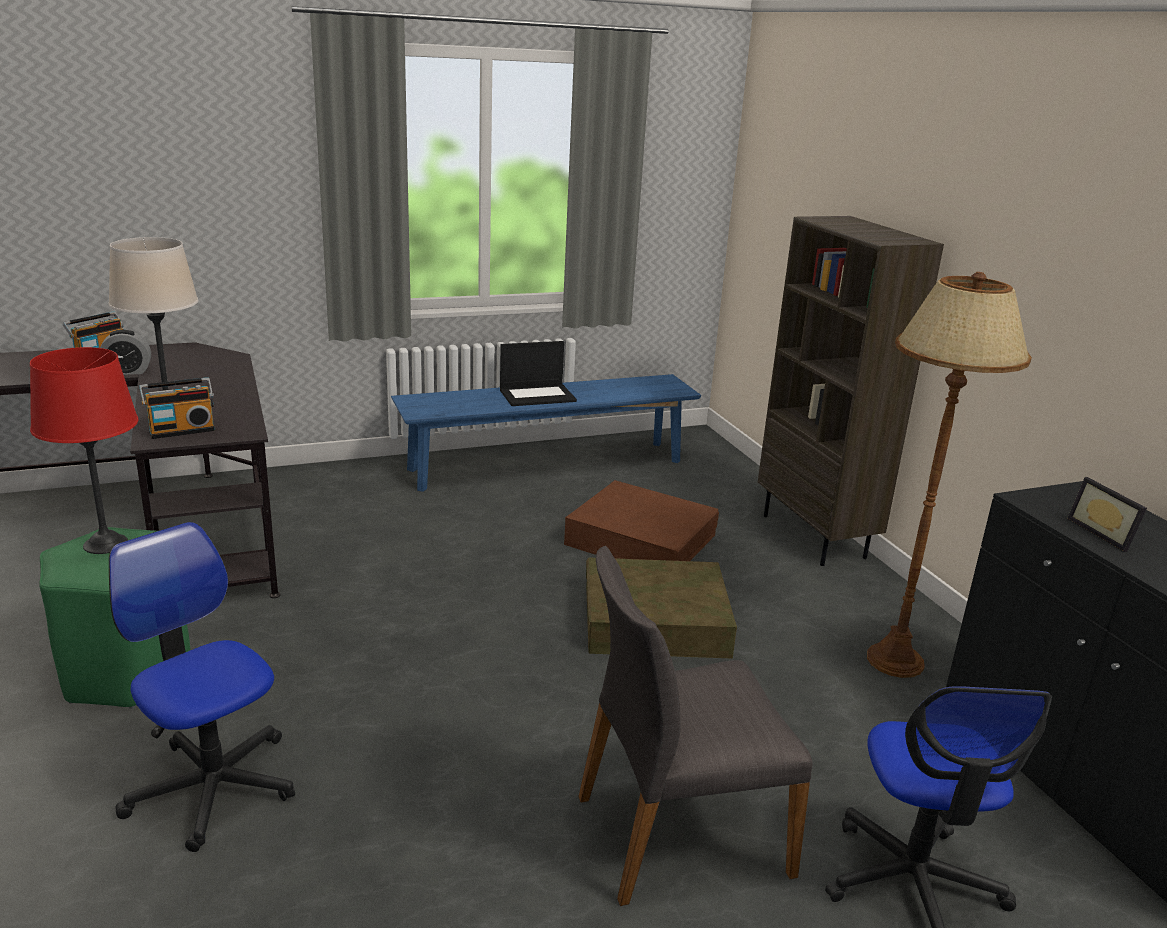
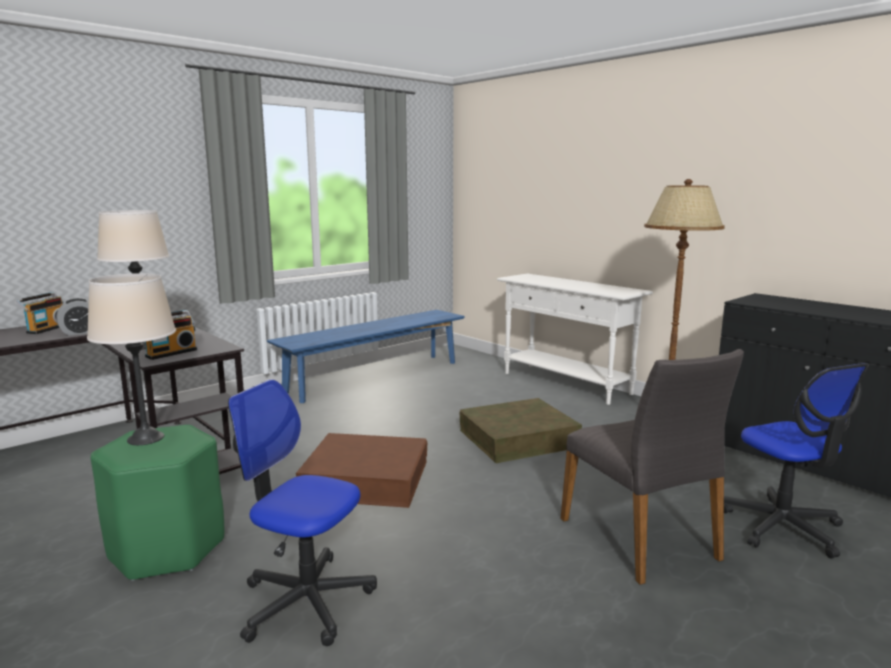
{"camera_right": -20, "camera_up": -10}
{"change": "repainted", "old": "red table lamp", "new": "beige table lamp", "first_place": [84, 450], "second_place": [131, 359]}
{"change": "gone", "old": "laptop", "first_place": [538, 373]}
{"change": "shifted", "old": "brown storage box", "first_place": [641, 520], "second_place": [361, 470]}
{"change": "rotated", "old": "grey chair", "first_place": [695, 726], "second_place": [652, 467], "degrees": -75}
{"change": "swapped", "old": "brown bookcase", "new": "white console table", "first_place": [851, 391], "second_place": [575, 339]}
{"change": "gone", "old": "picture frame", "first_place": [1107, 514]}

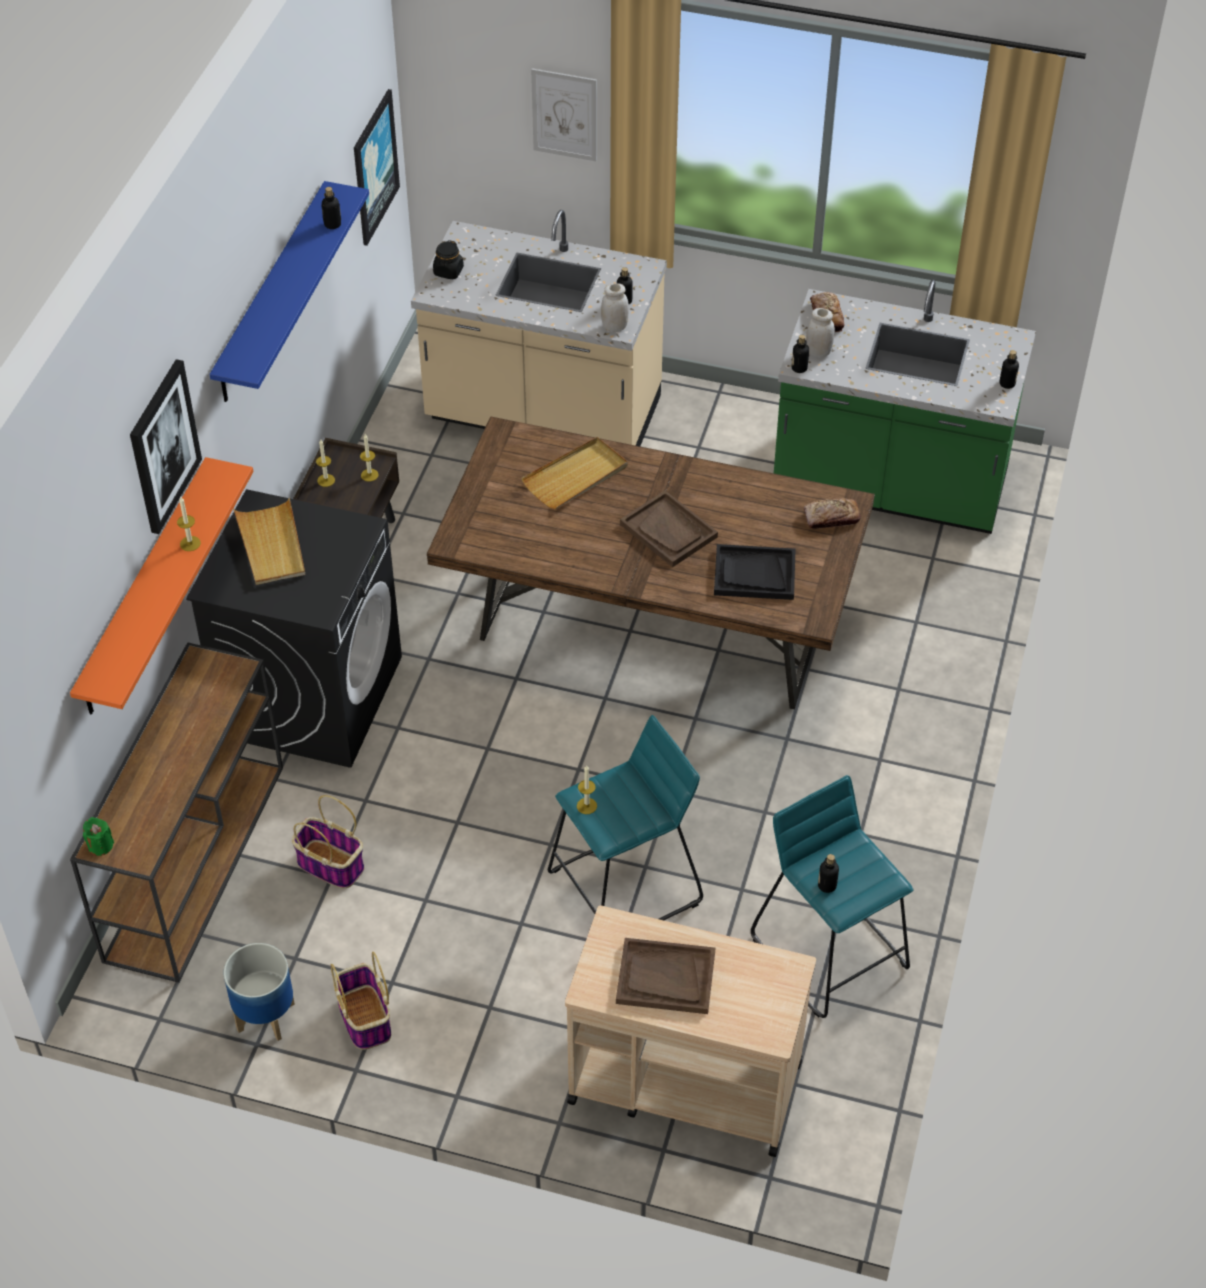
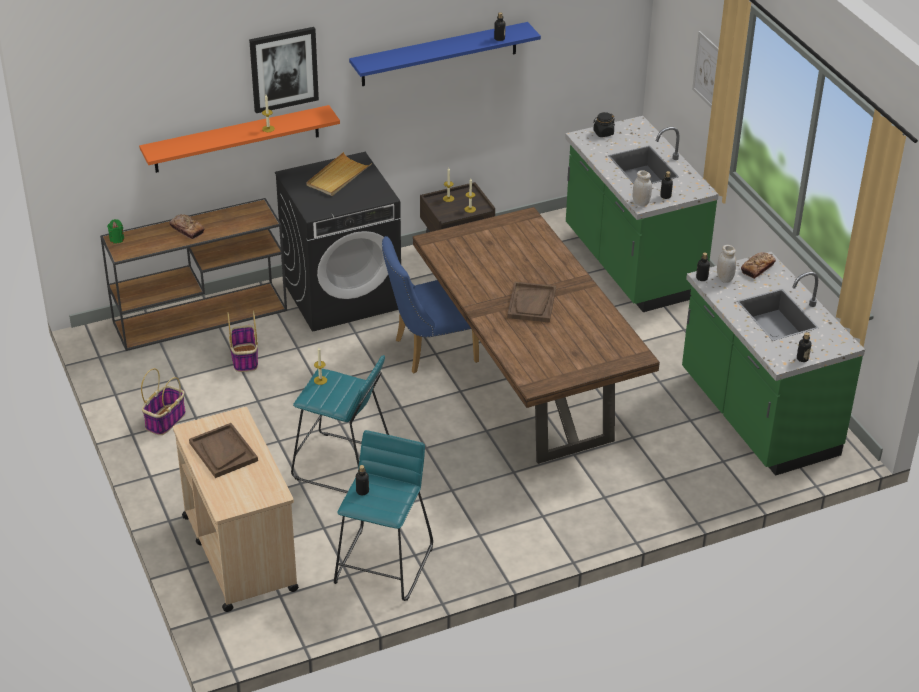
{"camera_right": 50, "camera_up": -10}
{"change": "gone", "old": "planter", "first_place": [259, 992]}
{"change": "gone", "old": "picture", "first_place": [377, 167]}
{"change": "repainted", "old": "beige counter", "new": "green counter", "first_place": [539, 328], "second_place": [642, 214]}
{"change": "gone", "old": "beige tray", "first_place": [574, 473]}
{"change": "gone", "old": "black tray", "first_place": [755, 572]}
{"change": "shifted", "old": "bread", "first_place": [832, 513], "second_place": [187, 226]}
{"change": "new", "new": "blue chair", "second_place": [430, 304]}

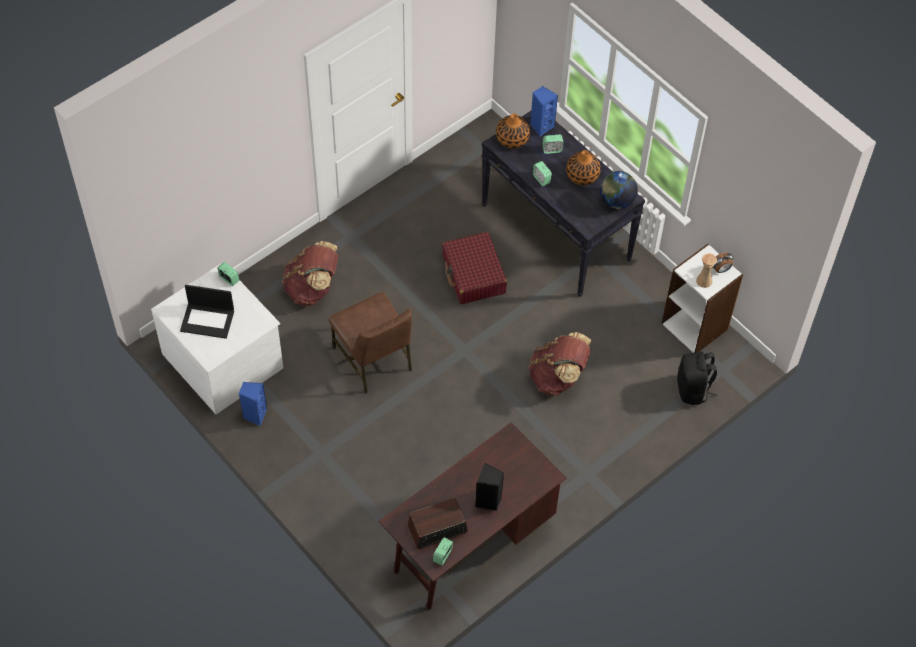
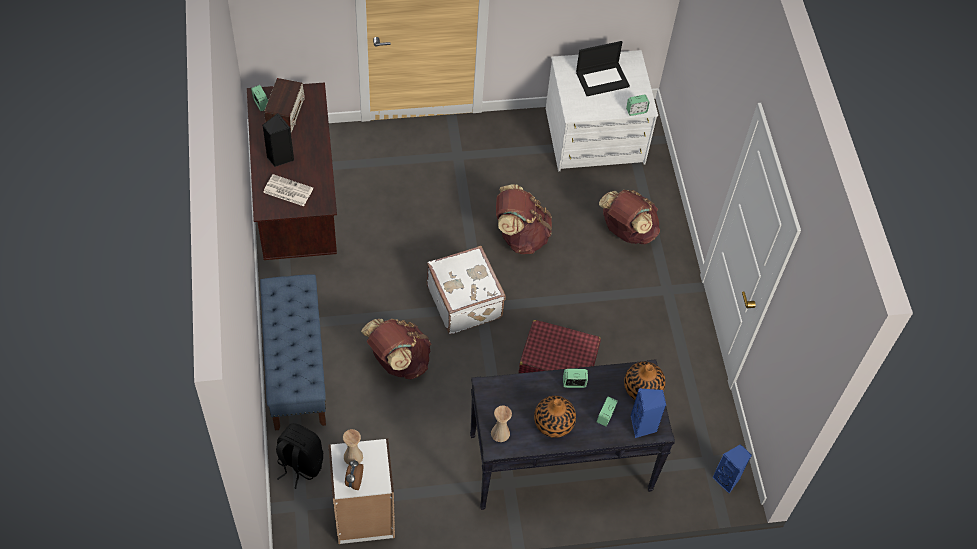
{"camera_right": 120, "camera_up": 0}
{"change": "rotated", "old": "laptop", "first_place": [207, 312], "second_place": [603, 68], "degrees": -150}
{"change": "shifted", "old": "blue speaker", "first_place": [253, 404], "second_place": [732, 468]}
{"change": "swapped", "old": "brown chair", "new": "brown backpack", "first_place": [370, 342], "second_place": [524, 219]}
{"change": "swapped", "old": "globe", "new": "beige vase", "first_place": [619, 190], "second_place": [501, 423]}
{"change": "new", "new": "blue bench", "second_place": [293, 352]}
{"change": "new", "new": "newspaper", "second_place": [288, 190]}
{"change": "new", "new": "white suitcase", "second_place": [466, 290]}

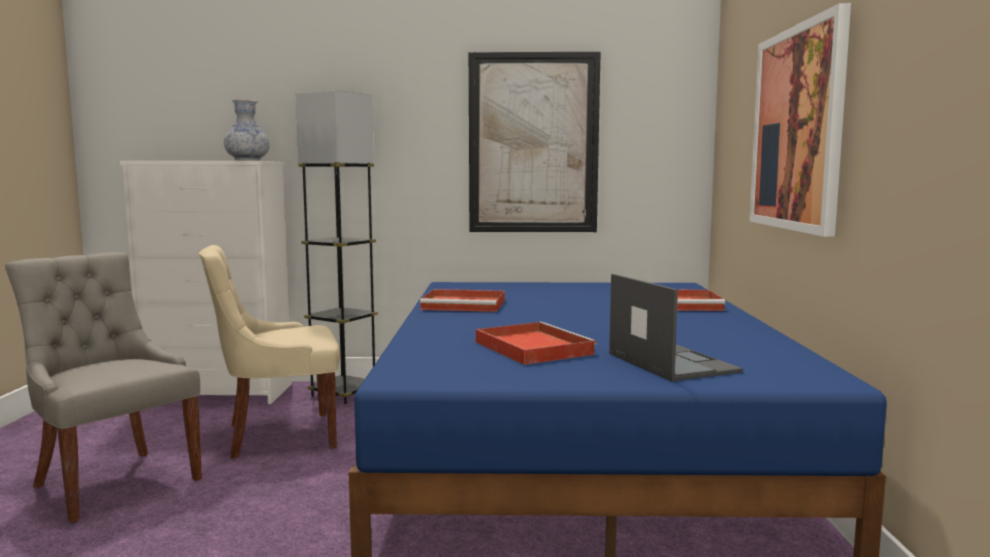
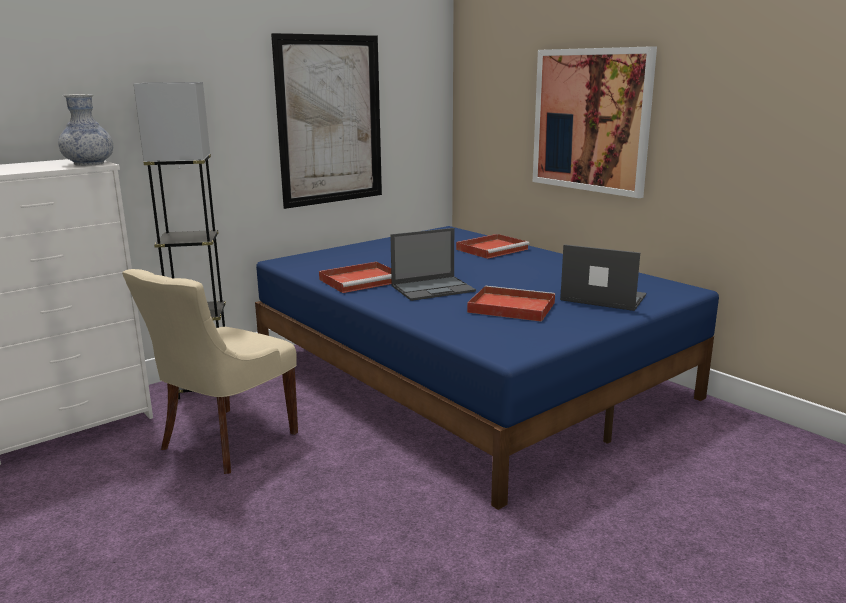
{"camera_right": -40, "camera_up": 10}
{"change": "gone", "old": "grey chair", "first_place": [103, 387]}
{"change": "new", "new": "laptop", "second_place": [433, 264]}

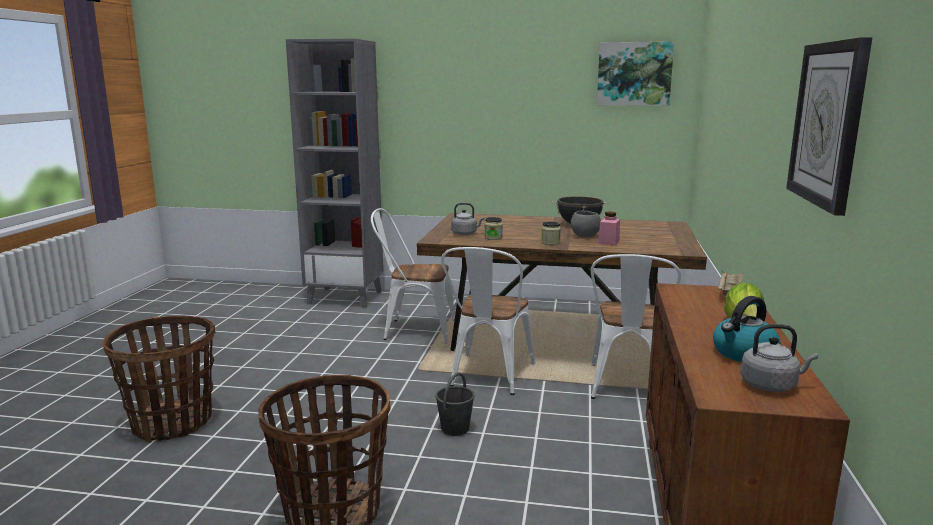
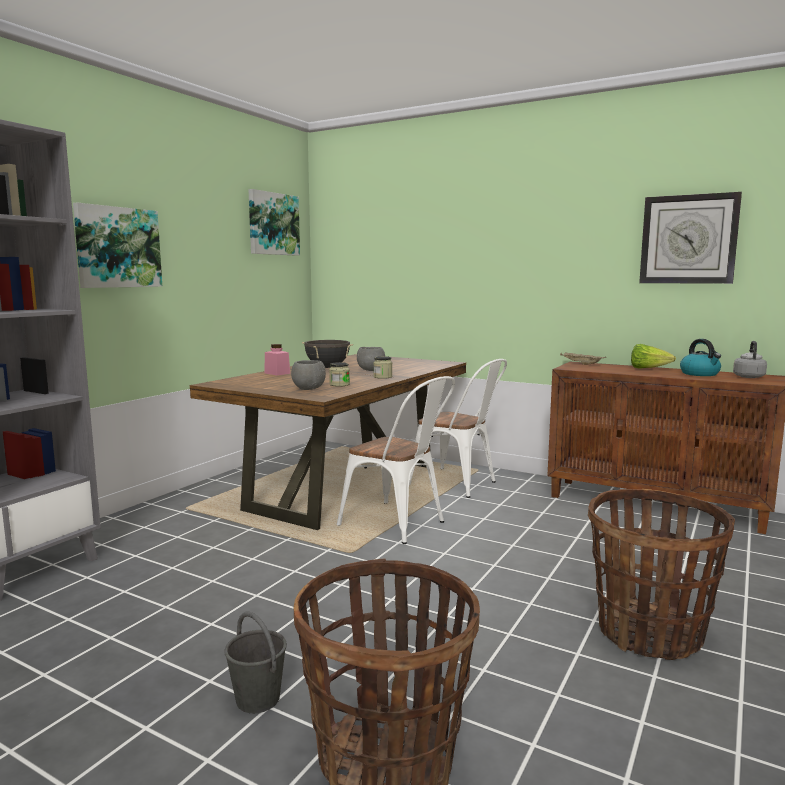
{"camera_right": -70, "camera_up": -5}
{"change": "gone", "old": "white chair", "first_place": [413, 275]}
{"change": "shifted", "old": "grey bucket", "first_place": [455, 404], "second_place": [256, 662]}
{"change": "swapped", "old": "grey kettle", "new": "grey bowl", "first_place": [468, 219], "second_place": [308, 375]}
{"change": "shifted", "old": "pink jar", "first_place": [609, 229], "second_place": [277, 360]}
{"change": "new", "new": "picture", "second_place": [117, 245]}

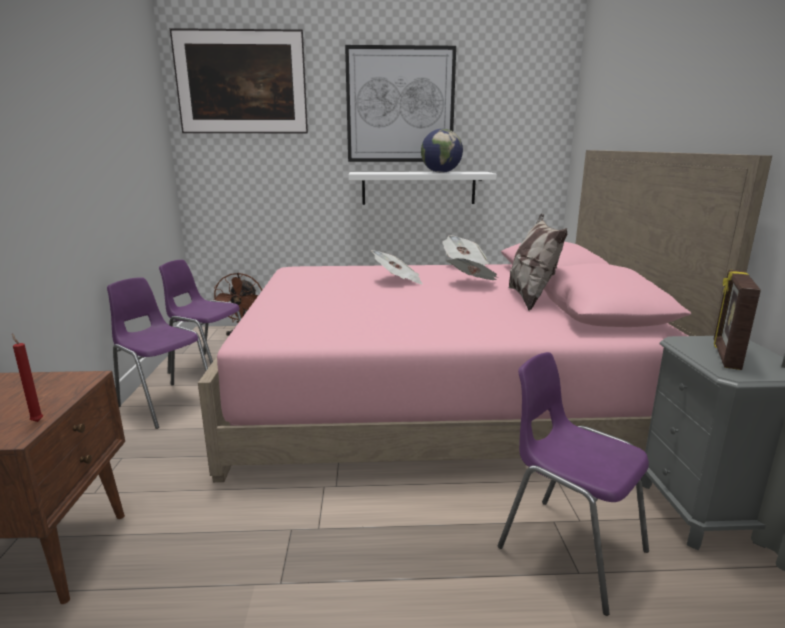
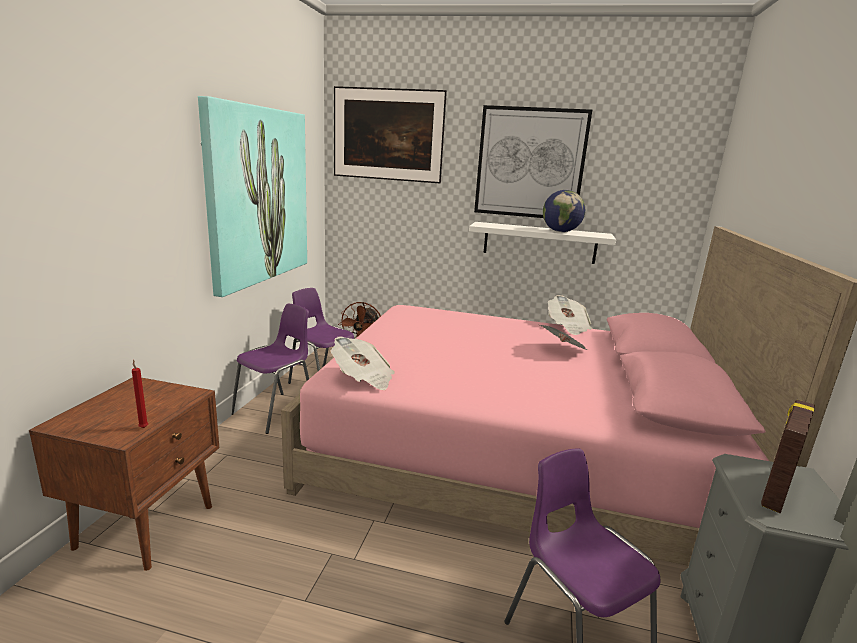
{"camera_right": 15, "camera_up": 0}
{"change": "rotated", "old": "purple chair", "first_place": [157, 353], "second_place": [270, 369], "degrees": 75}
{"change": "shifted", "old": "newspaper", "first_place": [396, 267], "second_place": [362, 363]}
{"change": "gone", "old": "pillow", "first_place": [537, 262]}
{"change": "new", "new": "picture", "second_place": [252, 196]}

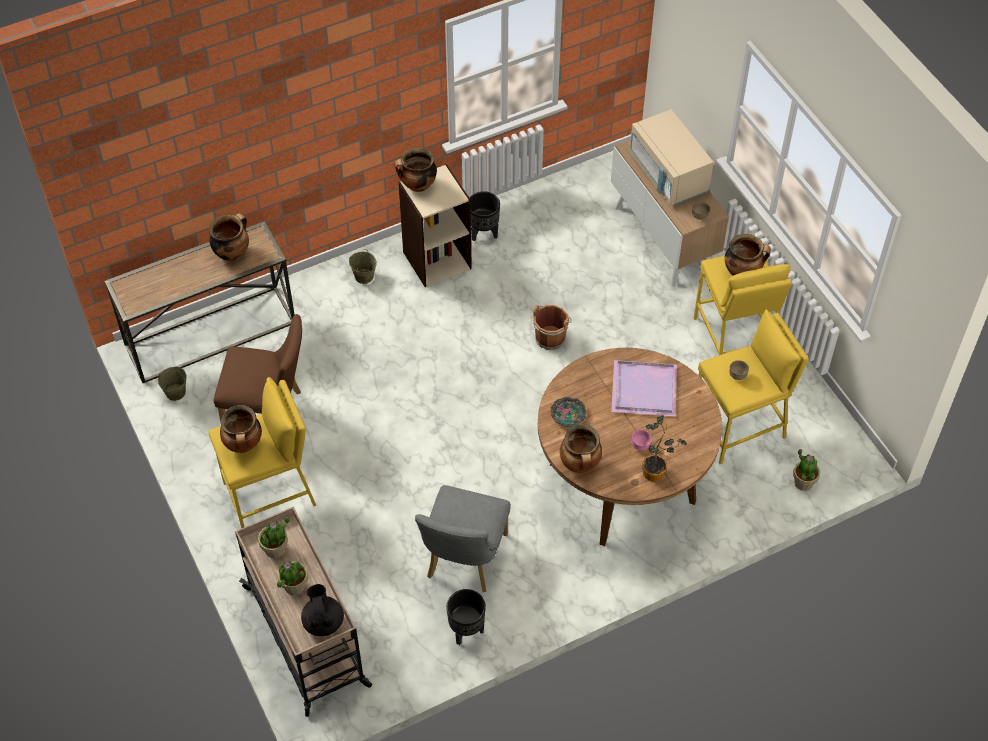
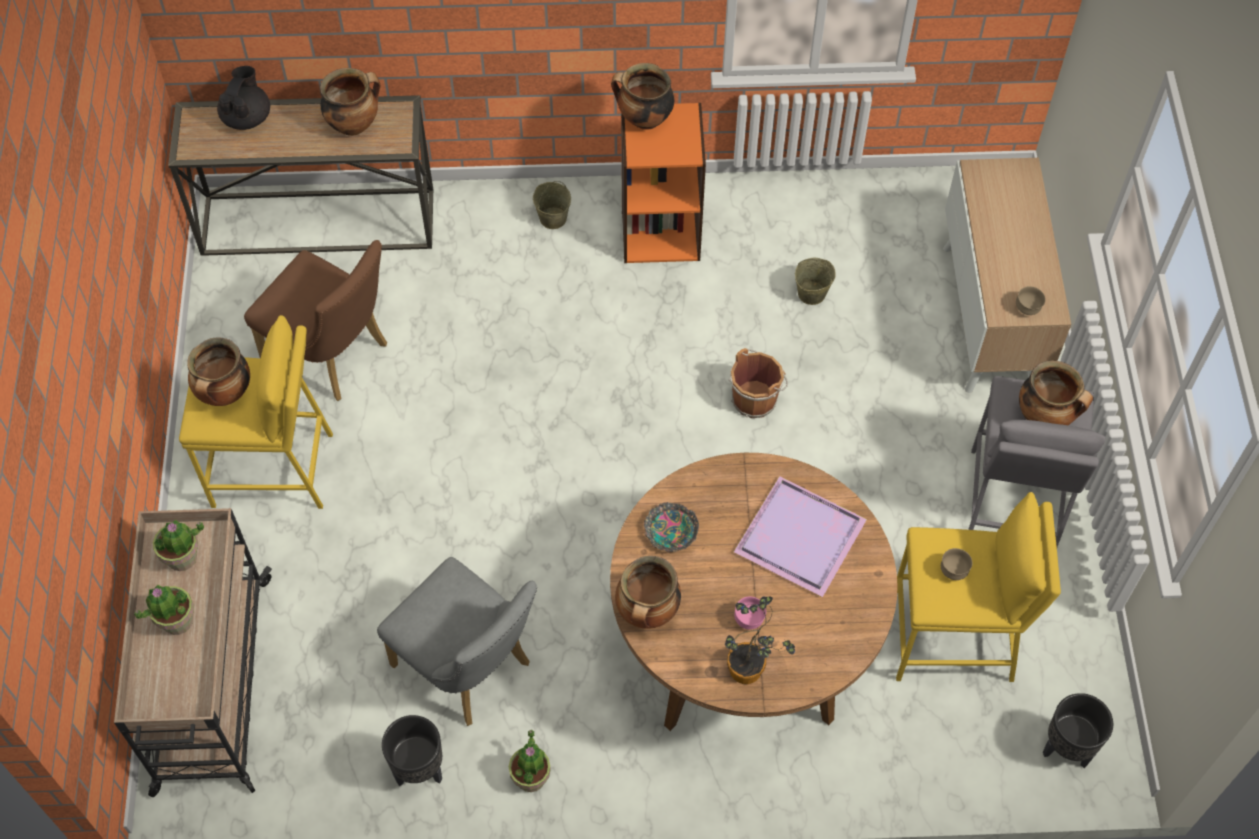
{"camera_right": 25, "camera_up": 5}
{"change": "shifted", "old": "beige bucket", "first_place": [172, 384], "second_place": [815, 281]}
{"change": "shifted", "old": "black teapot", "first_place": [322, 610], "second_place": [243, 98]}
{"change": "repainted", "old": "beige bookcase", "new": "orange bookcase", "first_place": [435, 225], "second_place": [663, 183]}
{"change": "rotated", "old": "grey chair", "first_place": [463, 538], "second_place": [457, 641], "degrees": -90}
{"change": "shifted", "old": "black planter", "first_place": [485, 216], "second_place": [1078, 730]}
{"change": "gone", "old": "beige microwave", "first_place": [671, 157]}
{"change": "repainted", "old": "yellow stool", "new": "grey stool", "first_place": [743, 304], "second_place": [1036, 461]}
{"change": "shifted", "old": "potted plant", "first_place": [806, 470], "second_place": [530, 761]}

